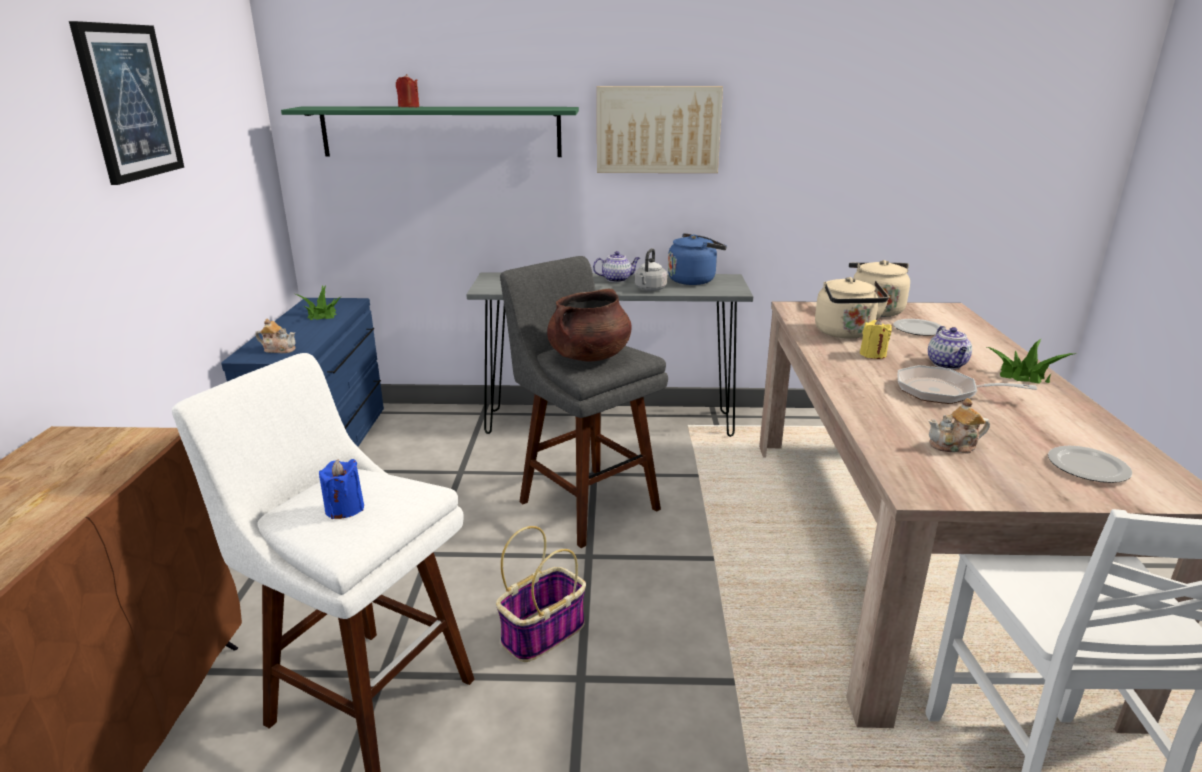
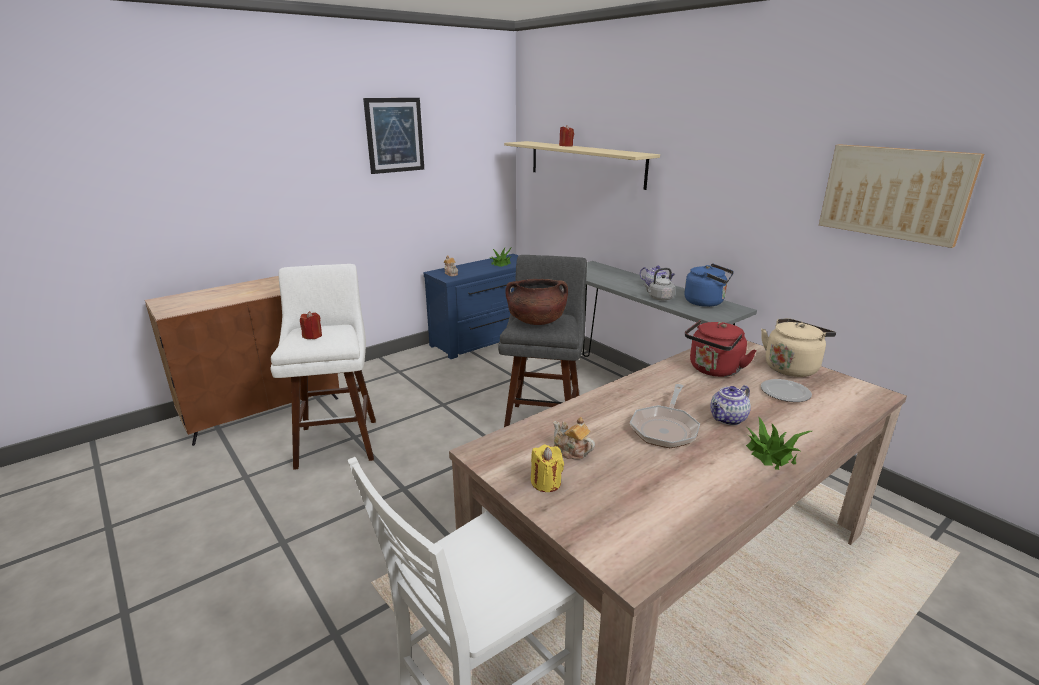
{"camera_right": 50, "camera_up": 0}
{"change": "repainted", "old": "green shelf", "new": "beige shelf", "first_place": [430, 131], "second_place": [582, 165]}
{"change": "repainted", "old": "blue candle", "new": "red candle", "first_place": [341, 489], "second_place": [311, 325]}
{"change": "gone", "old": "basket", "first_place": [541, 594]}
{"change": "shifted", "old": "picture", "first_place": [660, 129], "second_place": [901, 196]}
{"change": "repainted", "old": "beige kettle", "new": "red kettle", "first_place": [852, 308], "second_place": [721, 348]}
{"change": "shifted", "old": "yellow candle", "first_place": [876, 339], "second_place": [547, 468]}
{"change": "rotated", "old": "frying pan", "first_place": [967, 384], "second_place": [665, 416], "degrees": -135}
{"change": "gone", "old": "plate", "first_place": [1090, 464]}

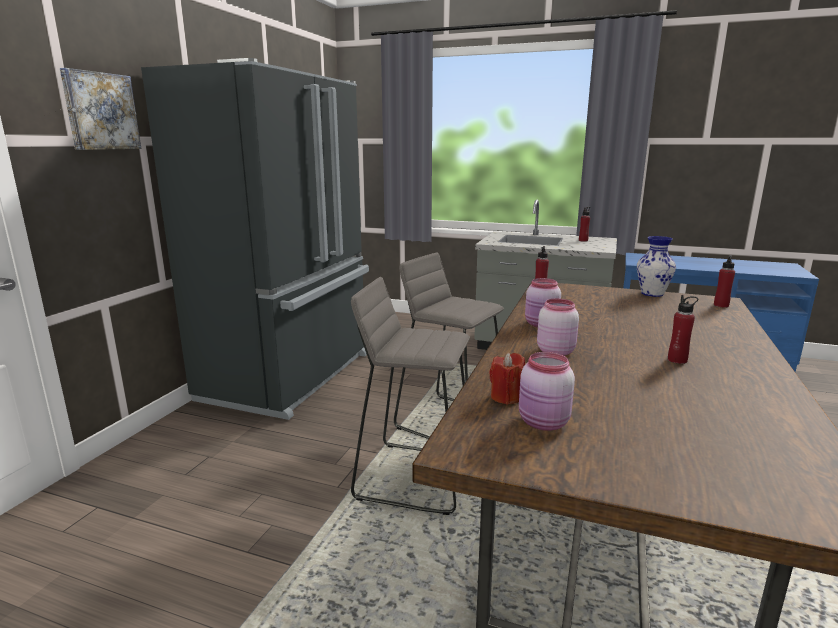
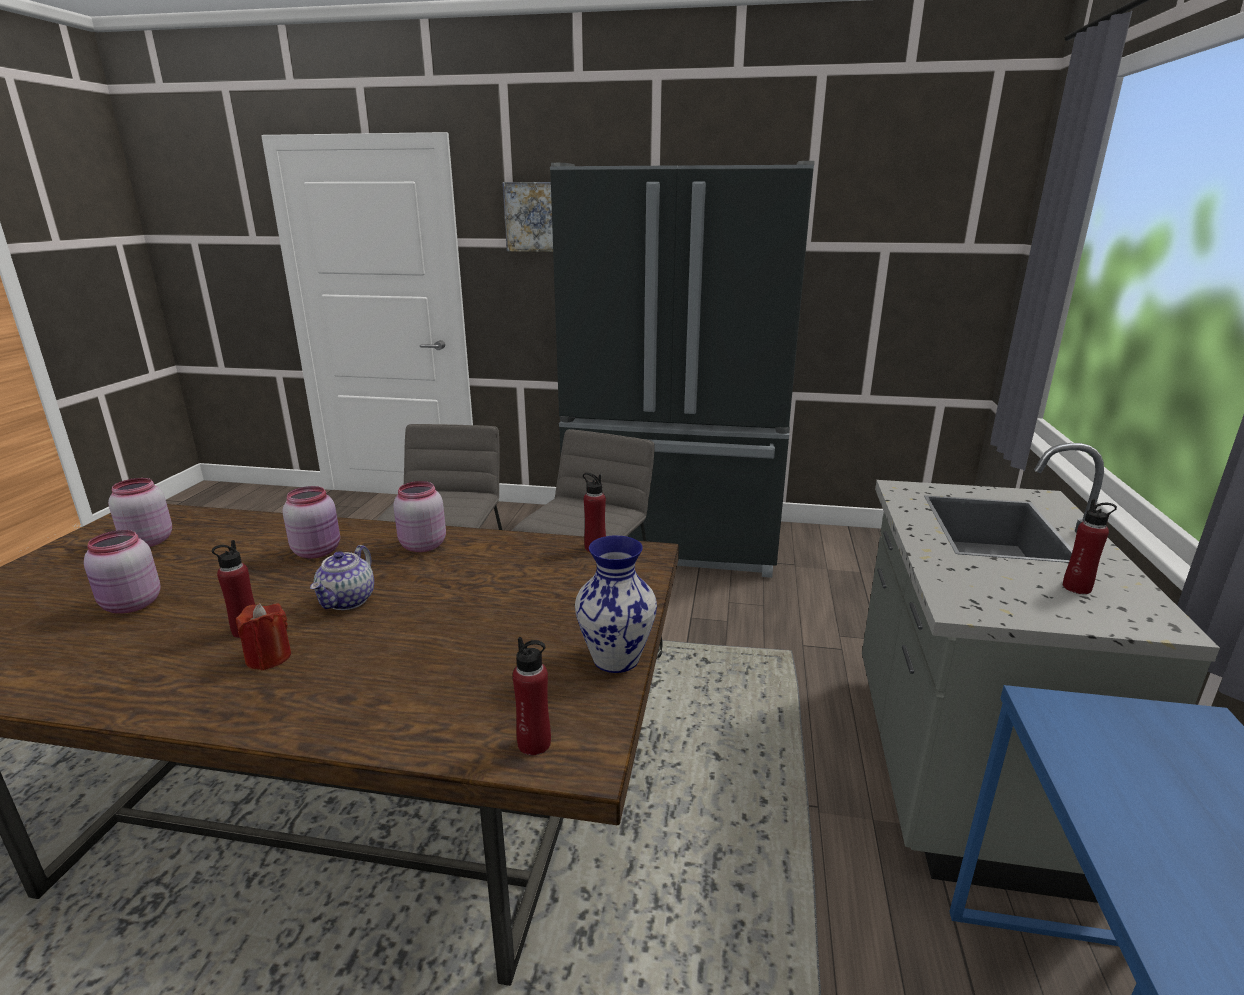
{"camera_right": 80, "camera_up": 5}
{"change": "shifted", "old": "red candle", "first_place": [507, 379], "second_place": [263, 636]}
{"change": "new", "new": "pink jar", "second_place": [122, 572]}
{"change": "new", "new": "teapot", "second_place": [342, 577]}

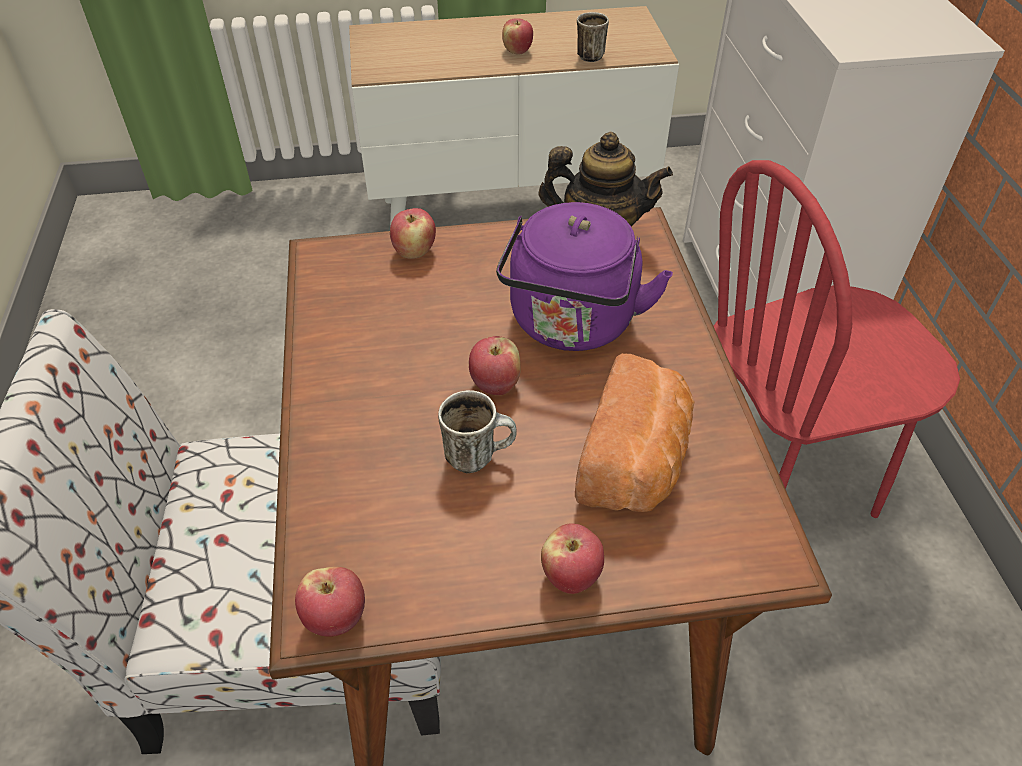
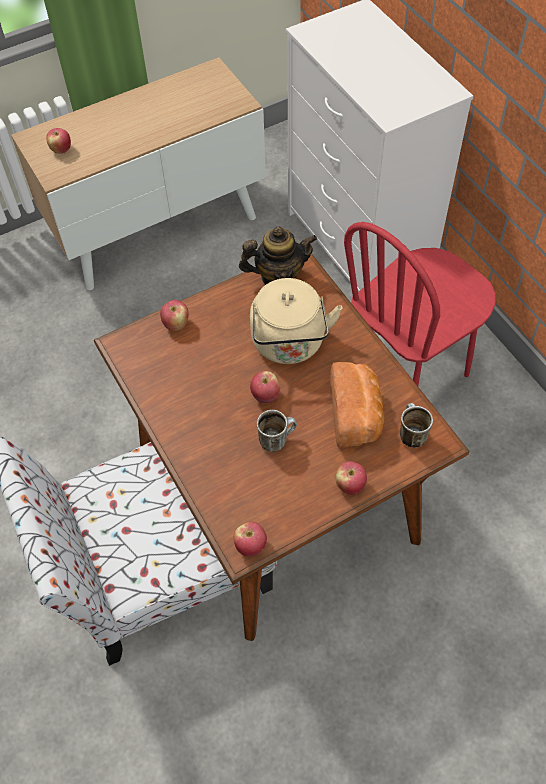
{"camera_right": -20, "camera_up": 10}
{"change": "repainted", "old": "purple kettle", "new": "beige kettle", "first_place": [584, 276], "second_place": [296, 321]}
{"change": "shifted", "old": "apple", "first_place": [517, 37], "second_place": [58, 141]}
{"change": "shifted", "old": "mug", "first_place": [593, 37], "second_place": [416, 425]}

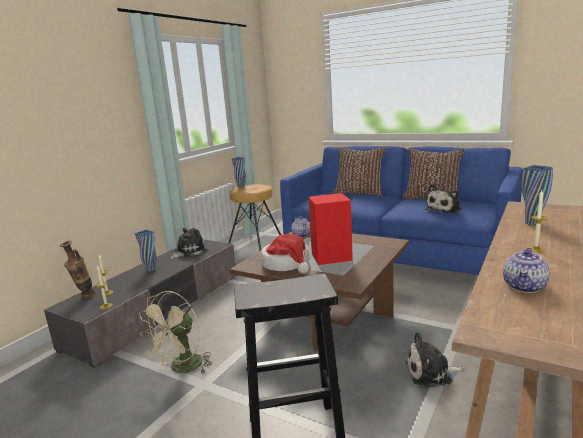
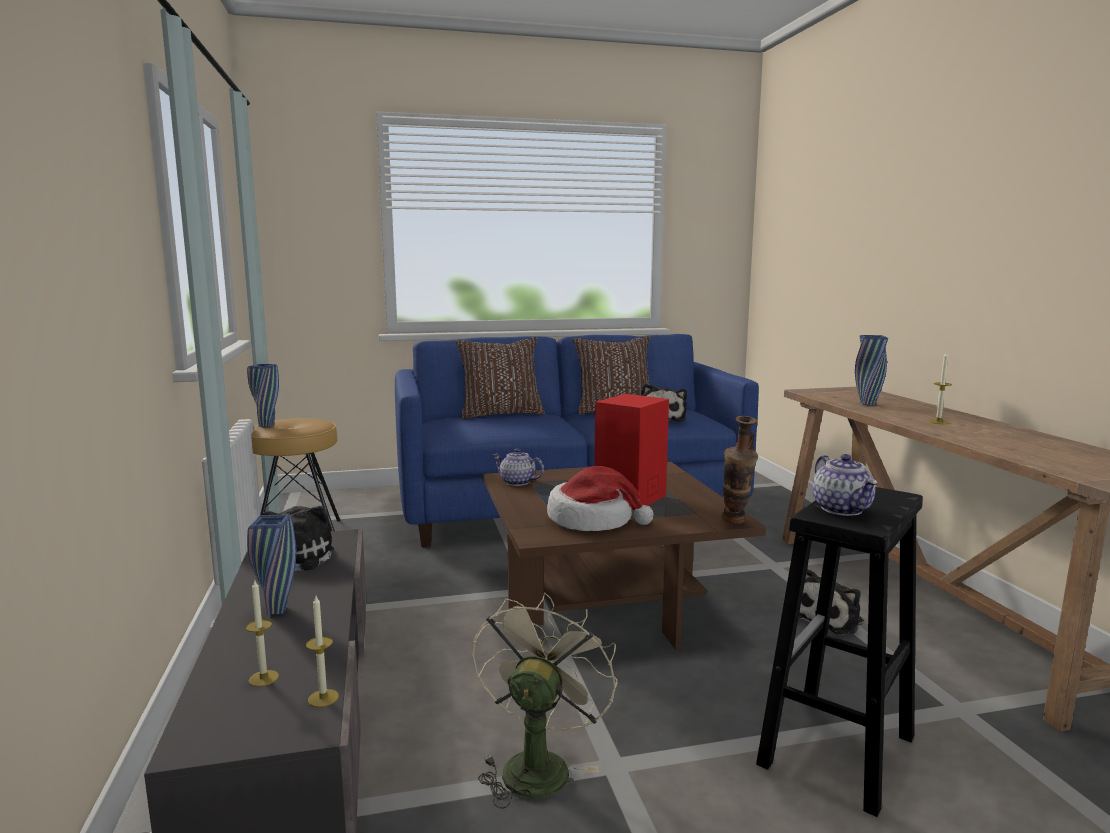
{"camera_right": -45, "camera_up": -5}
{"change": "shifted", "old": "vase", "first_place": [77, 270], "second_place": [739, 470]}
{"change": "rotated", "old": "beige fan", "first_place": [175, 332], "second_place": [544, 700], "degrees": -150}
{"change": "shifted", "old": "teapot", "first_place": [526, 270], "second_place": [845, 485]}

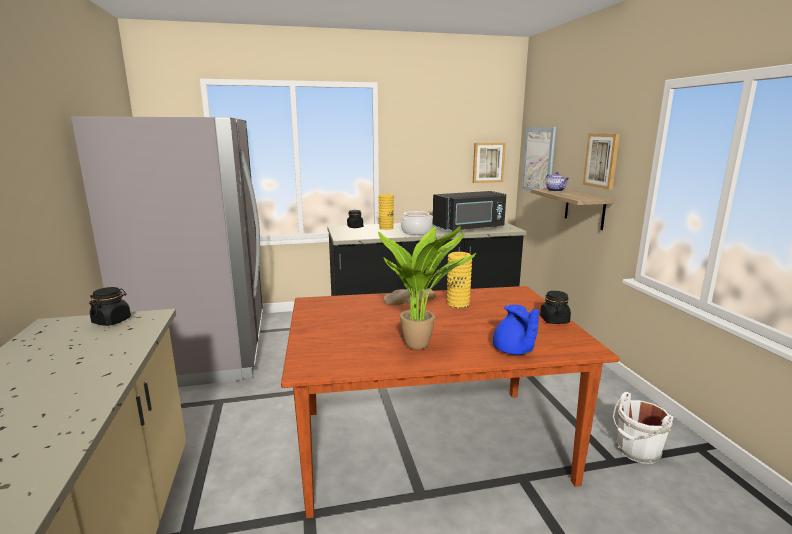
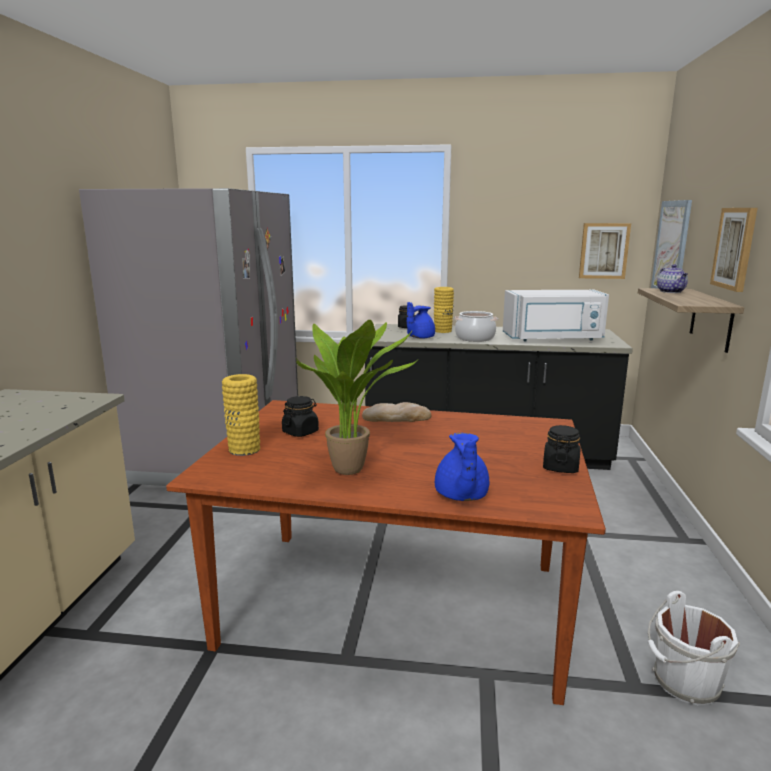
{"camera_right": 20, "camera_up": 0}
{"change": "shifted", "old": "black jar", "first_place": [110, 306], "second_place": [300, 416]}
{"change": "repainted", "old": "black microwave", "new": "white microwave", "first_place": [469, 211], "second_place": [556, 316]}
{"change": "shifted", "old": "yellow vase", "first_place": [459, 280], "second_place": [241, 415]}
{"change": "new", "new": "blue teapot", "second_place": [421, 320]}

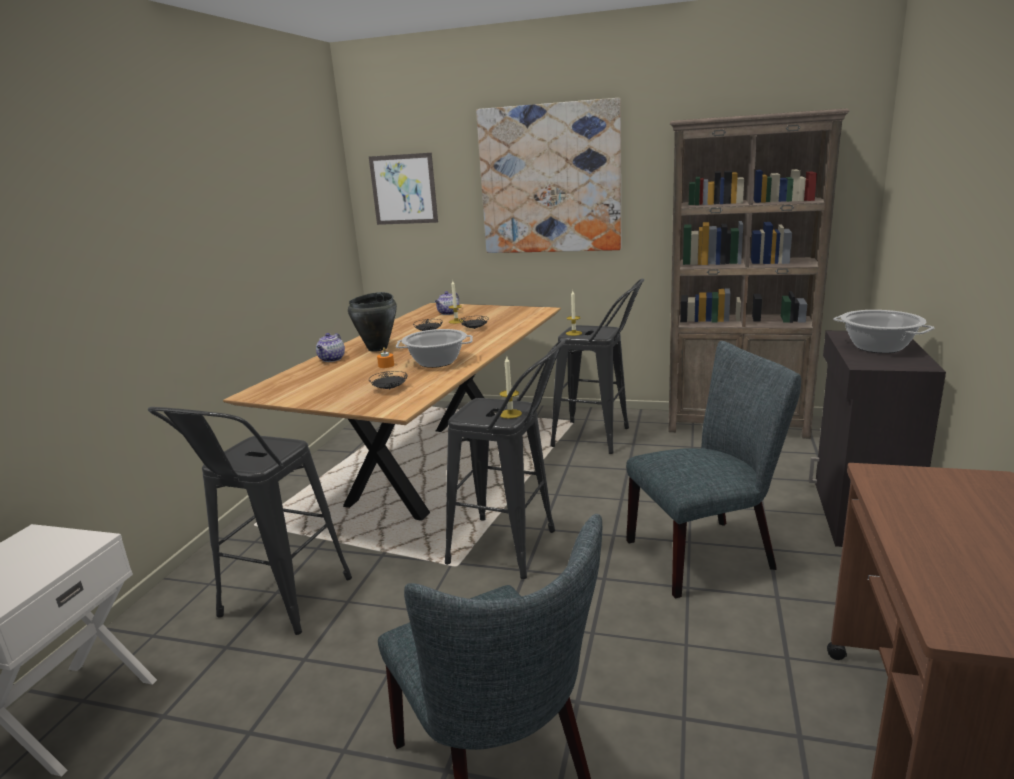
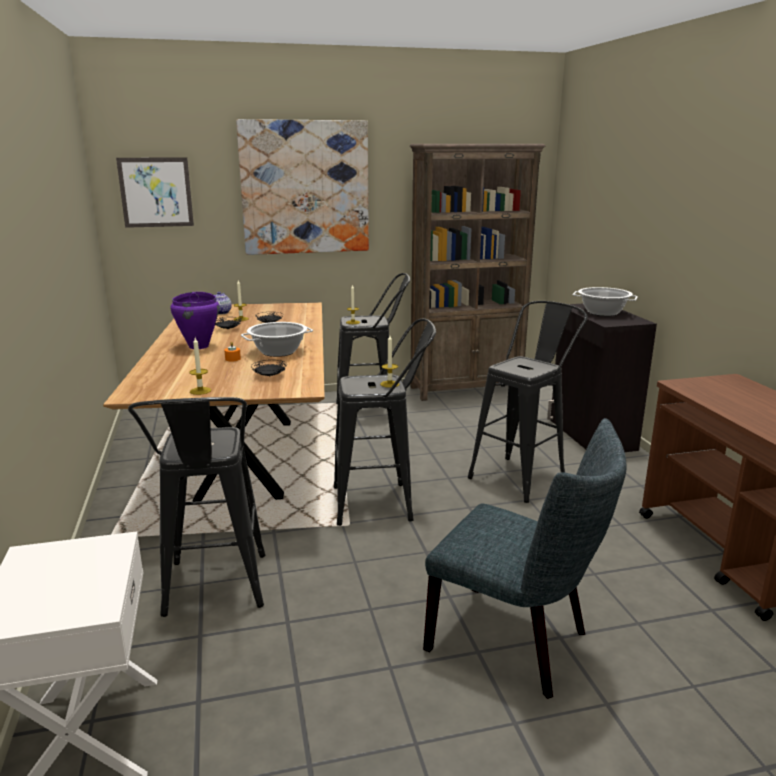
{"camera_right": -30, "camera_up": 0}
{"change": "gone", "old": "teapot", "first_place": [330, 347]}
{"change": "repainted", "old": "black cooking pot", "new": "purple cooking pot", "first_place": [372, 322], "second_place": [194, 320]}
{"change": "swapped", "old": "grey chair", "new": "black stool", "first_place": [713, 470], "second_place": [527, 402]}
{"change": "new", "new": "candle", "second_place": [200, 366]}

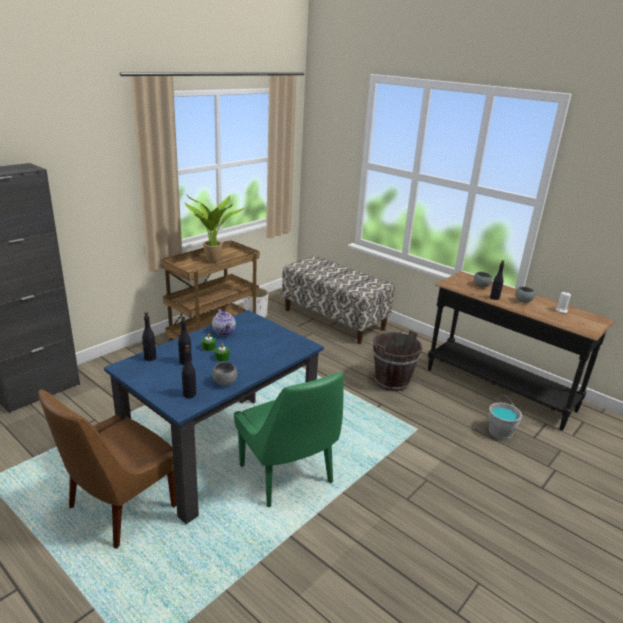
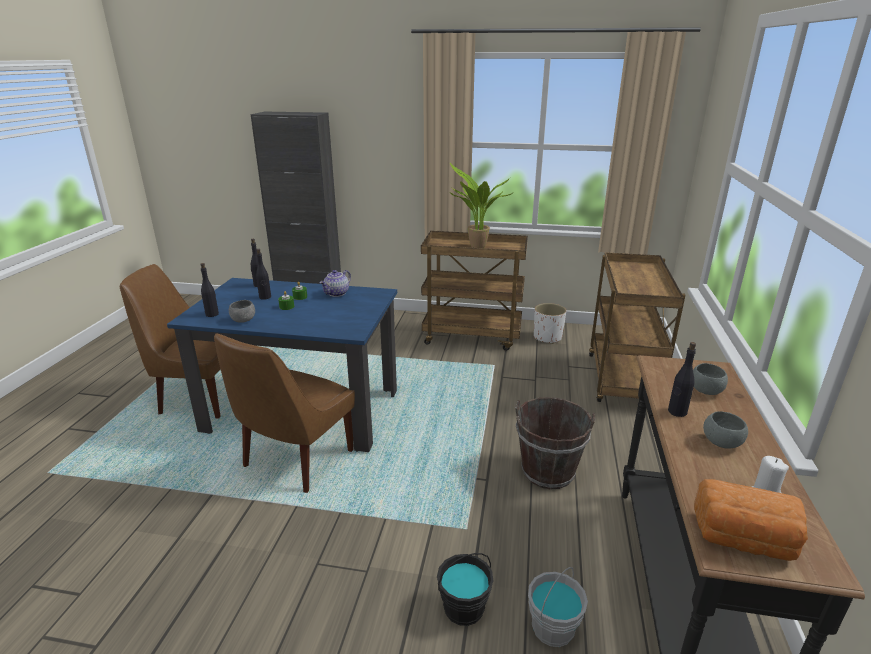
{"camera_right": 60, "camera_up": 0}
{"change": "repainted", "old": "green chair", "new": "brown chair", "first_place": [289, 439], "second_place": [284, 413]}
{"change": "swapped", "old": "bench", "new": "brown cart", "first_place": [338, 300], "second_place": [637, 327]}
{"change": "new", "new": "black bucket", "second_place": [465, 589]}
{"change": "new", "new": "bread", "second_place": [751, 520]}

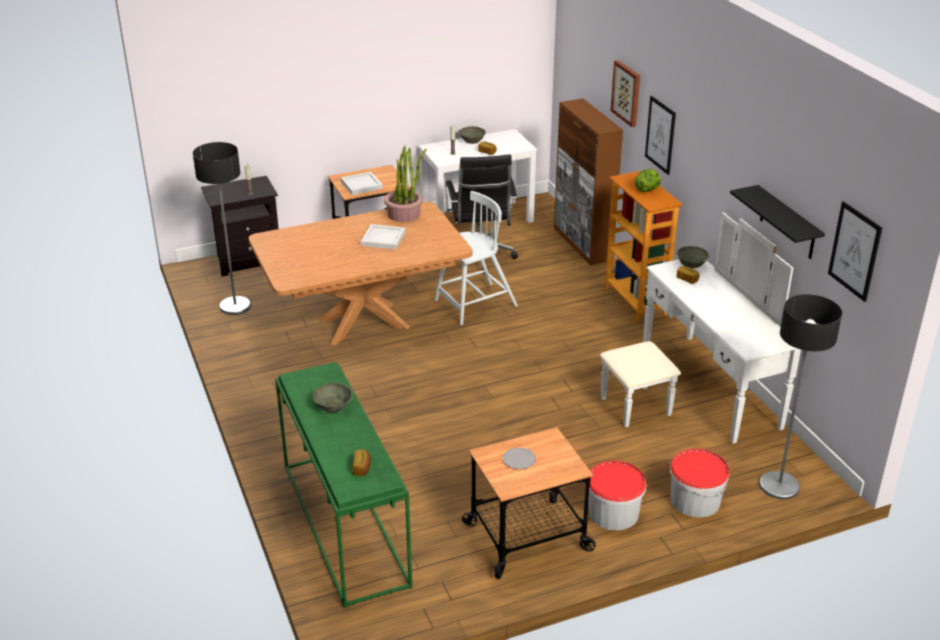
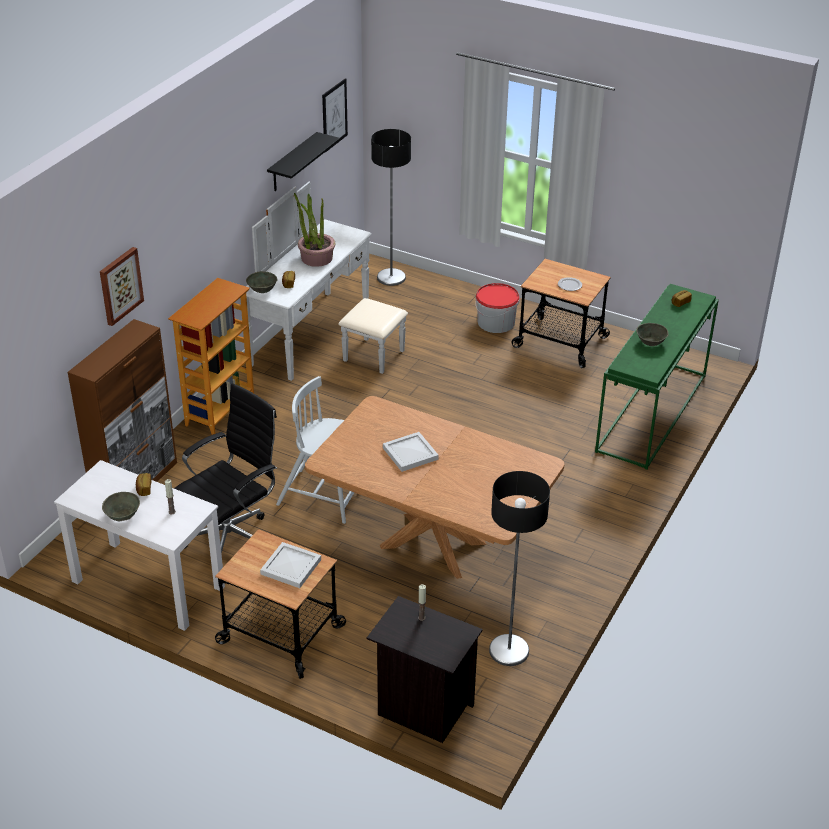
{"camera_right": -130, "camera_up": 5}
{"change": "shifted", "old": "potted plant", "first_place": [405, 184], "second_place": [314, 230]}
{"change": "gone", "old": "lettuce", "first_place": [647, 180]}
{"change": "gone", "old": "picture", "first_place": [660, 135]}
{"change": "gone", "old": "bucket", "first_place": [700, 483]}

